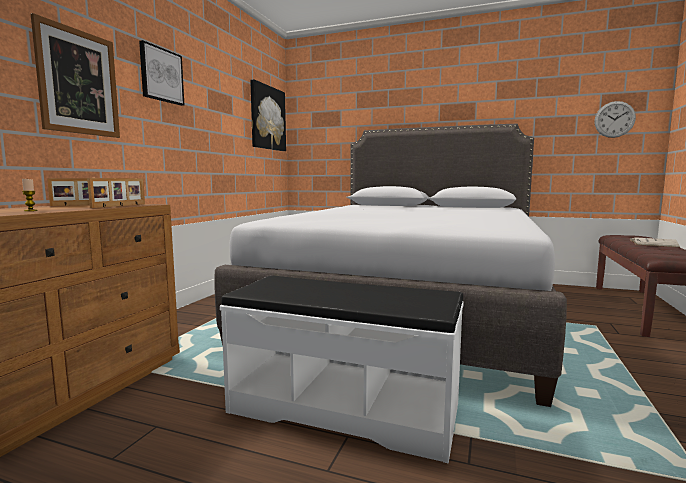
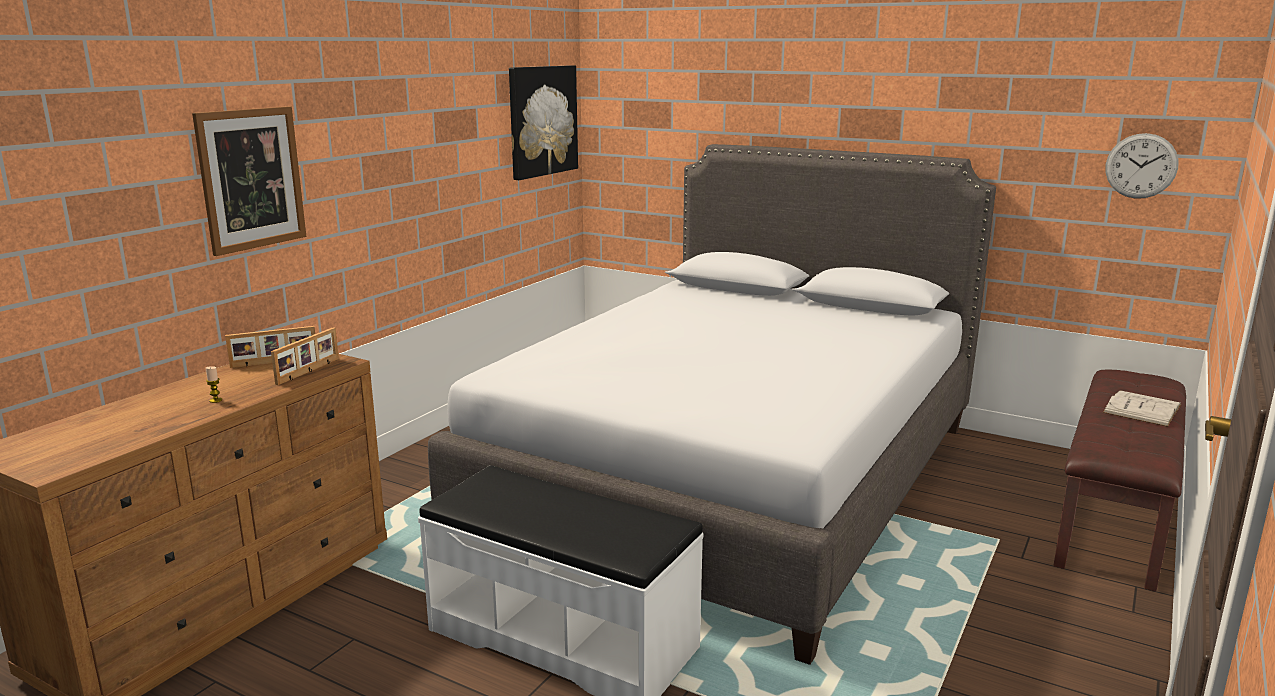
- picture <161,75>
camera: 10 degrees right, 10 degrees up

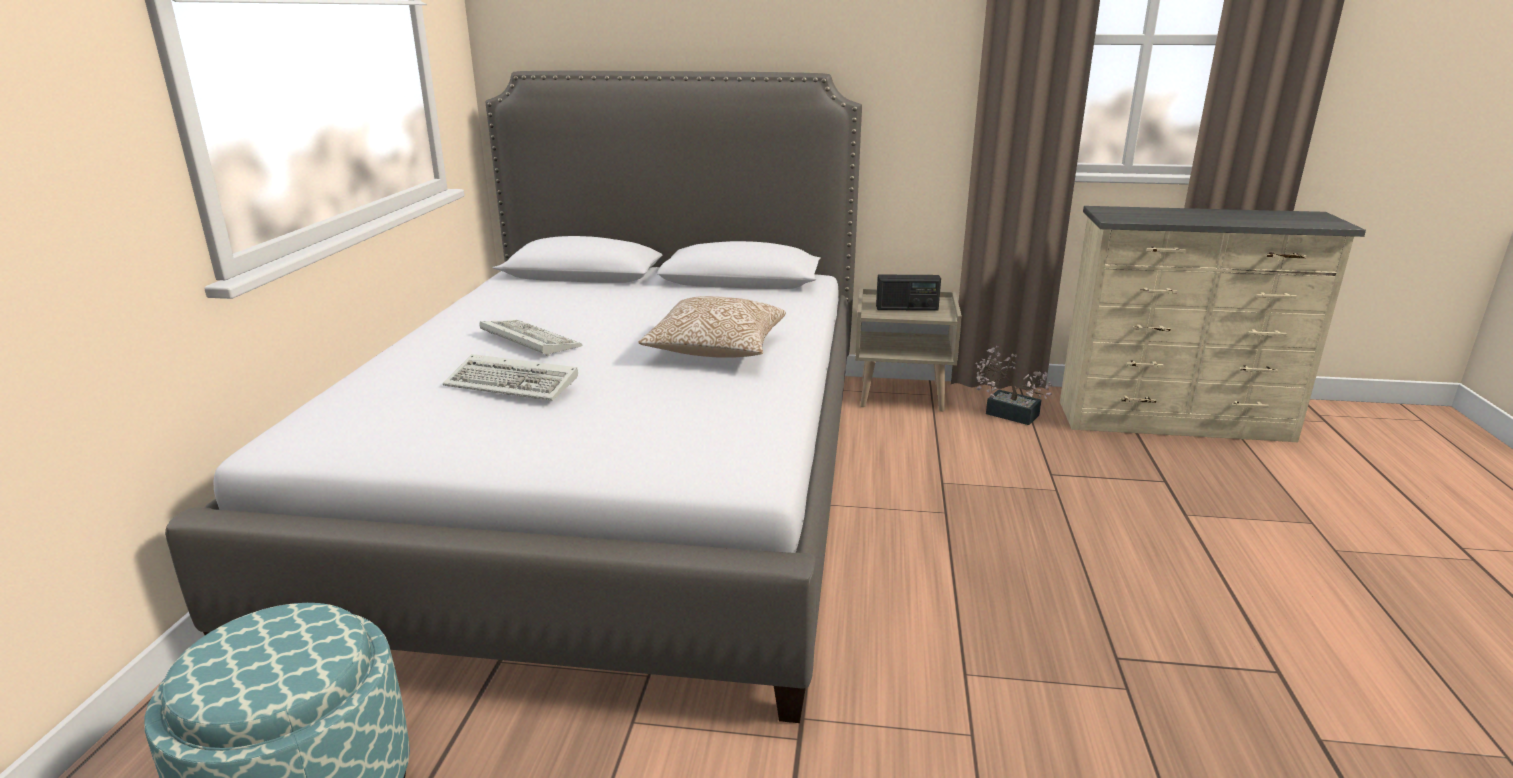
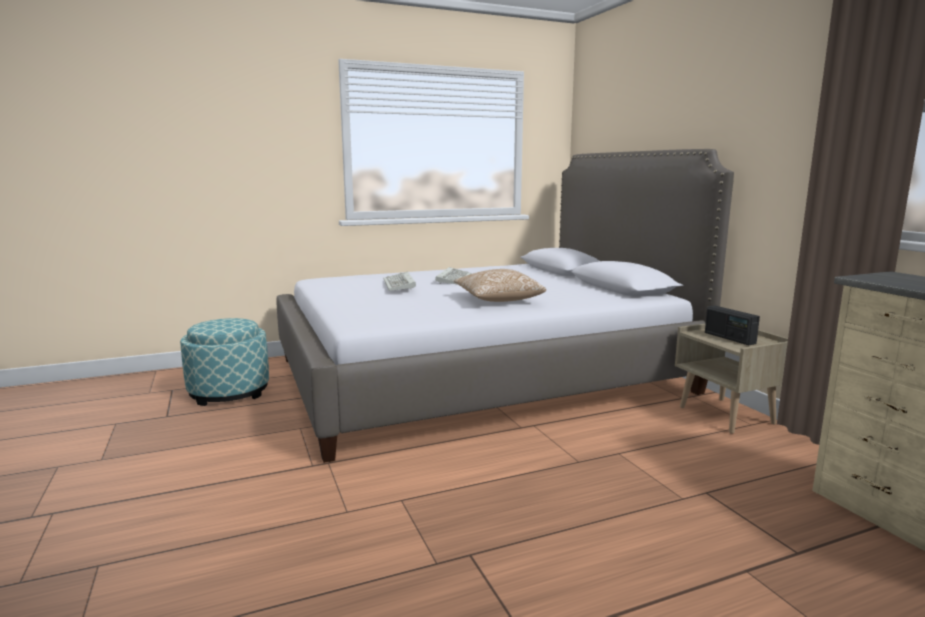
- potted plant <1006,412>
camera: 60 degrees right, 10 degrees down

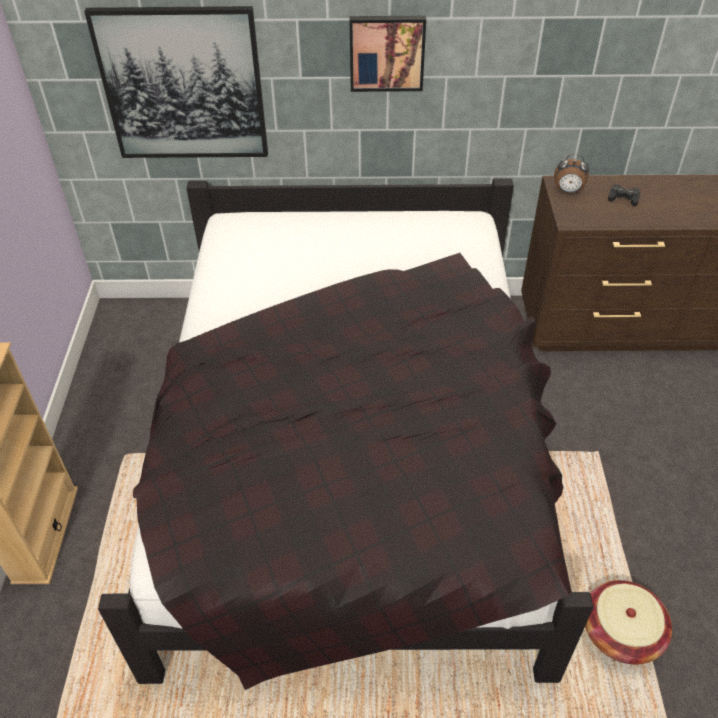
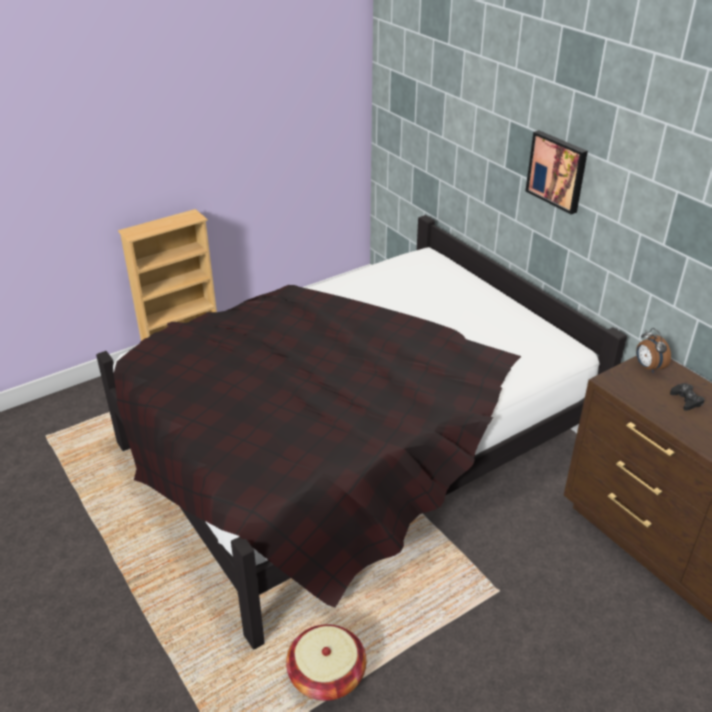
- picture <183,85>
camera: 55 degrees right, 10 degrees down

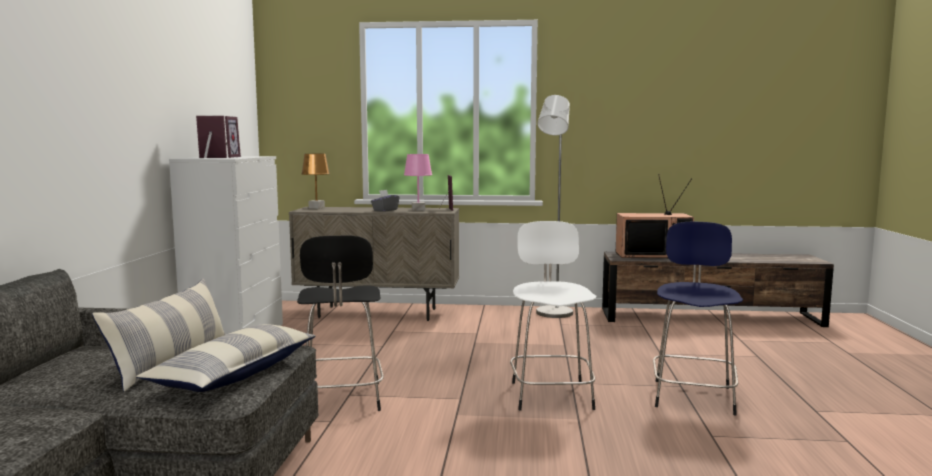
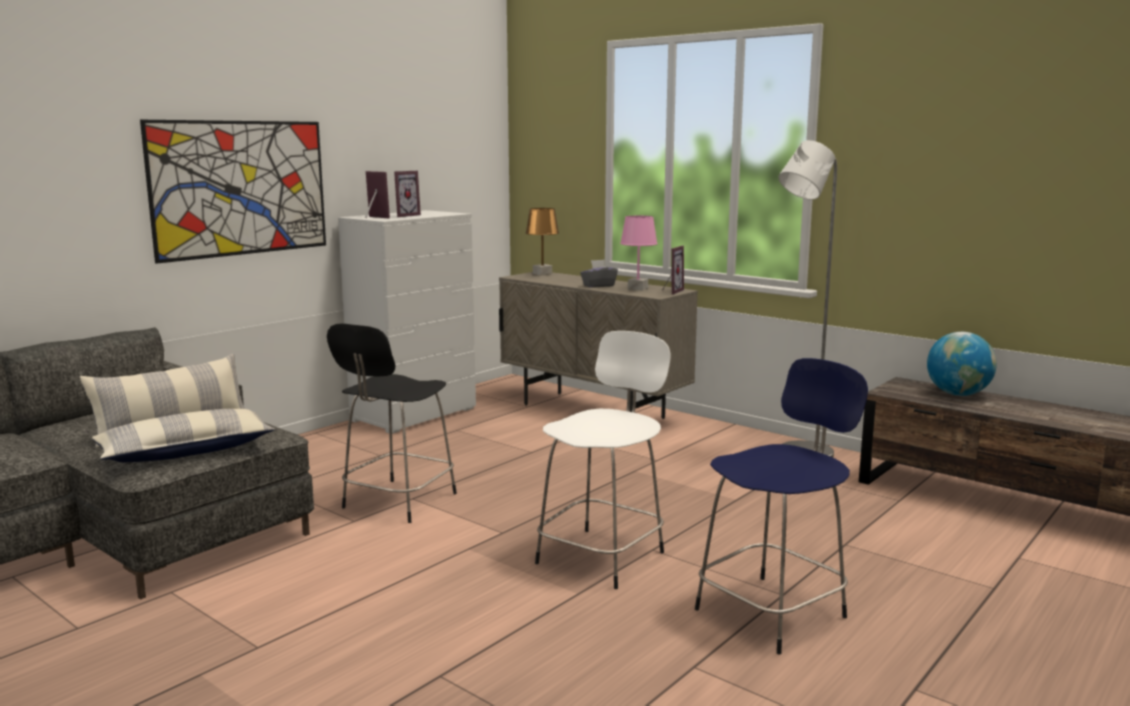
+ picture <241,188>
~ television <653,255> to globe <958,394>
camera: 35 degrees right, 5 degrees up

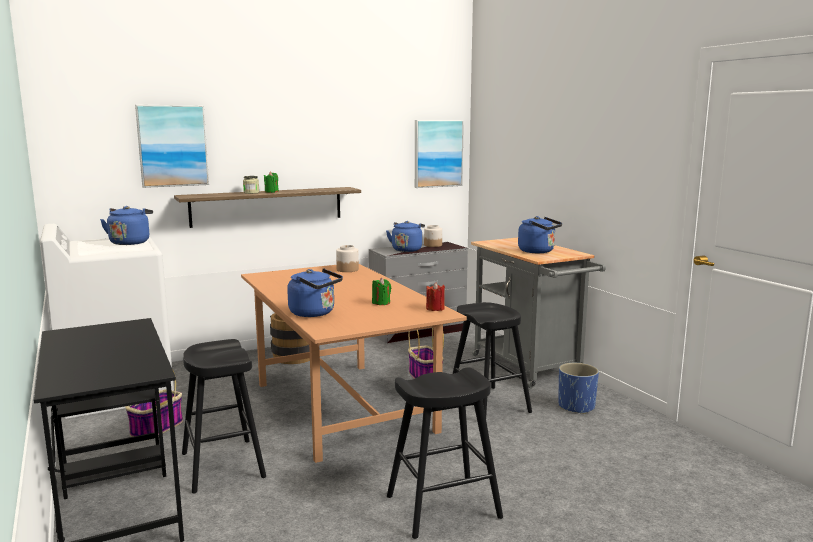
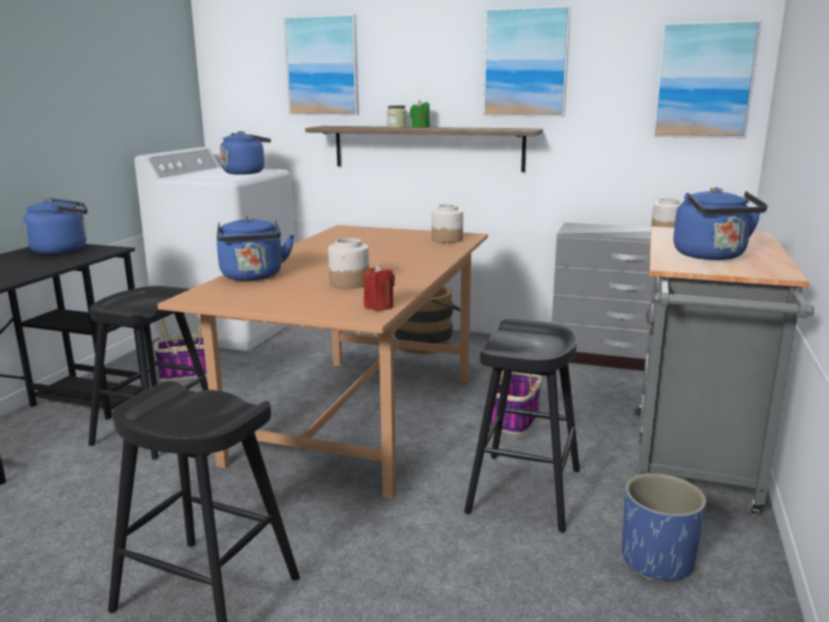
+ picture <526,63>
~ blue kettle <407,249> to <63,250>
~ green candle <381,303> to jar <349,283>
camera: 45 degrees right, 5 degrees up

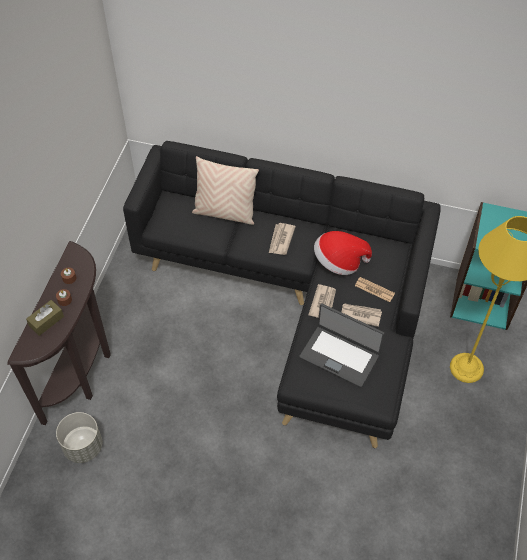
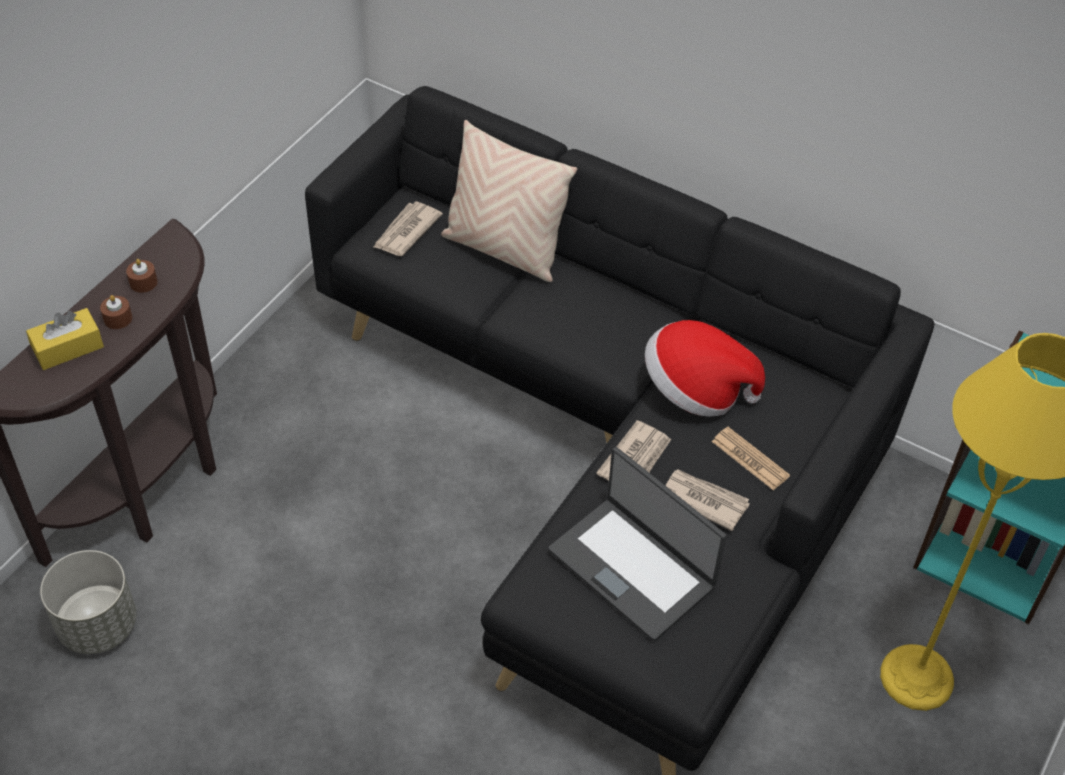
~ newspaper <281,240> to <406,231>
~ brown tissue box <46,321> to yellow tissue box <68,348>
camera: 15 degrees right, 5 degrees down

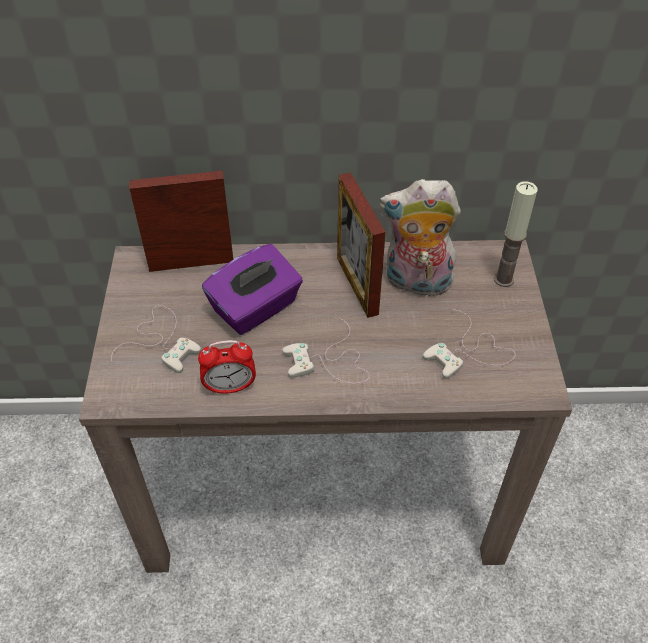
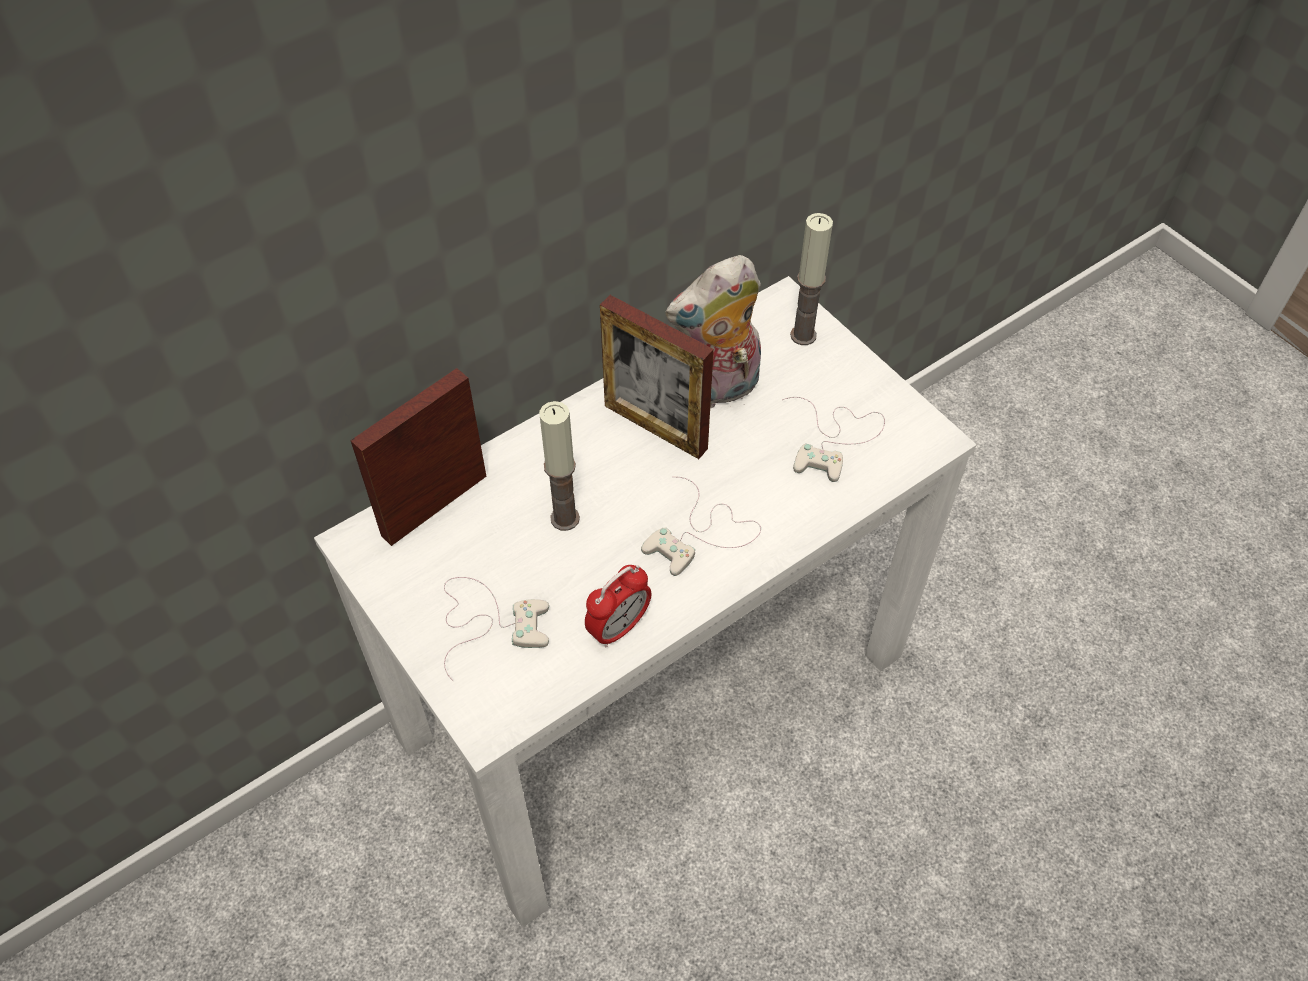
~ purple tissue box <256,308> to candle <565,518>
~ brown console table <325,488> to white console table <655,694>
camera: 35 degrees left, 5 degrees up

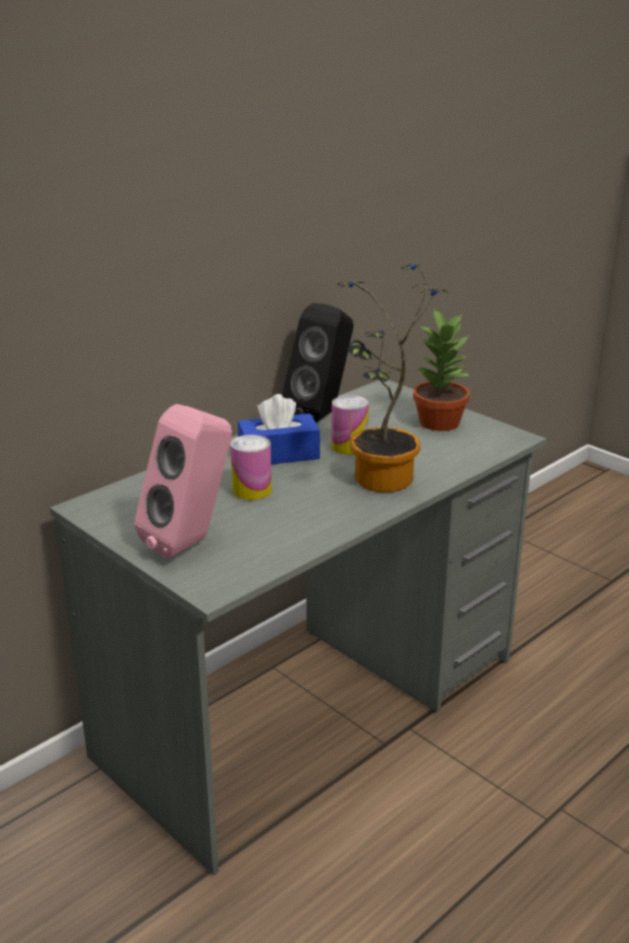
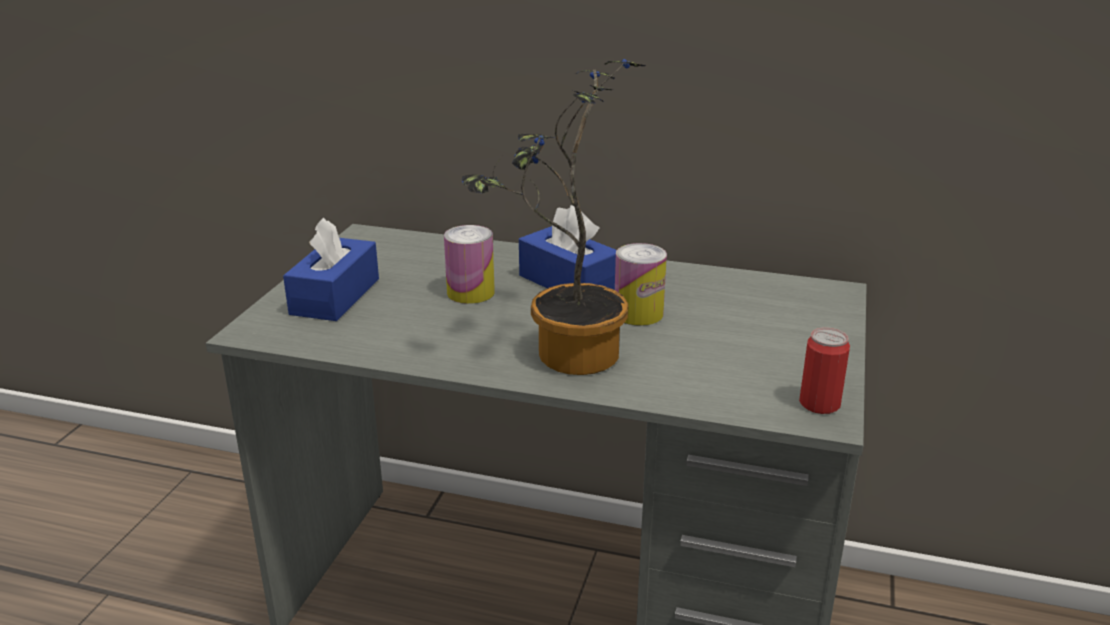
- black speaker <322,415>
- potted plant <439,422>
+ can <819,404>
~ pink speaker <192,542> to blue tissue box <335,296>
camera: 60 degrees right, 0 degrees up

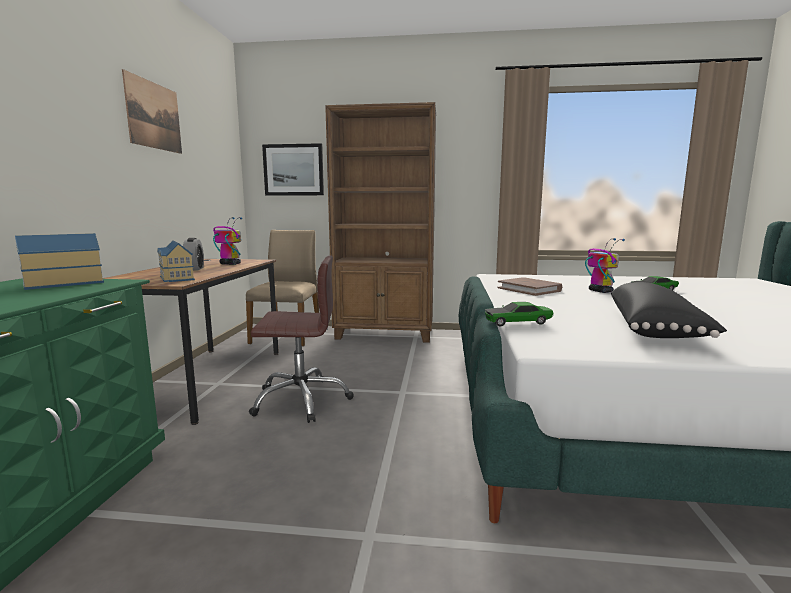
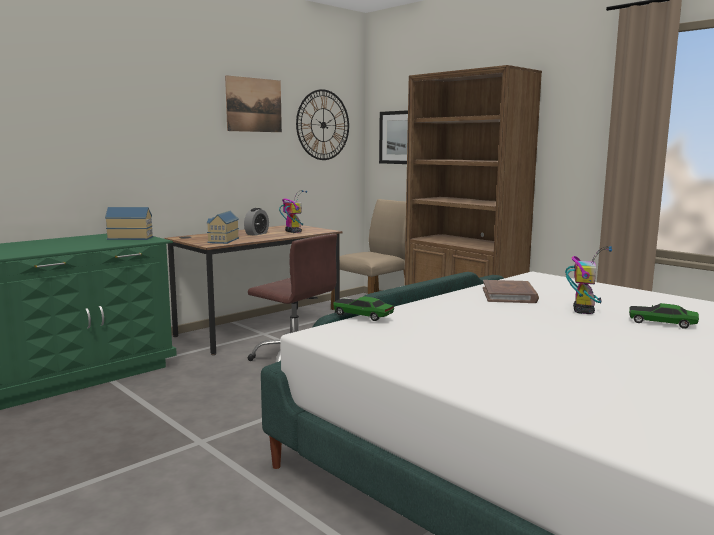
- black pillow <655,329>
+ wall clock <323,125>
camera: 40 degrees right, 0 degrees up

